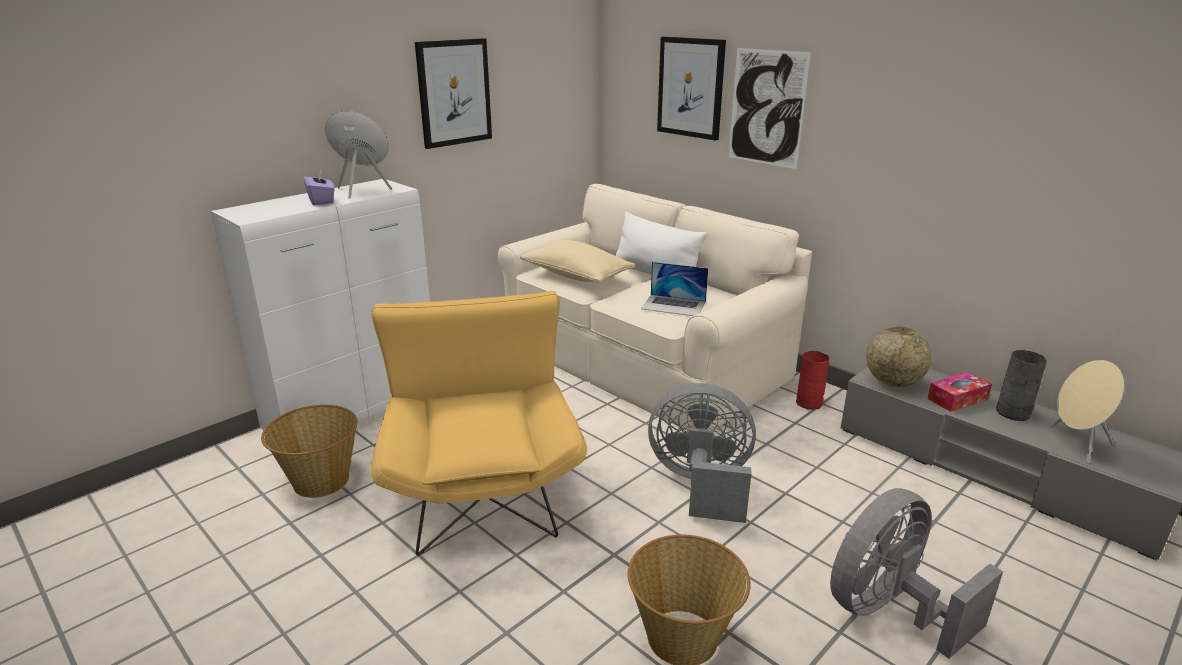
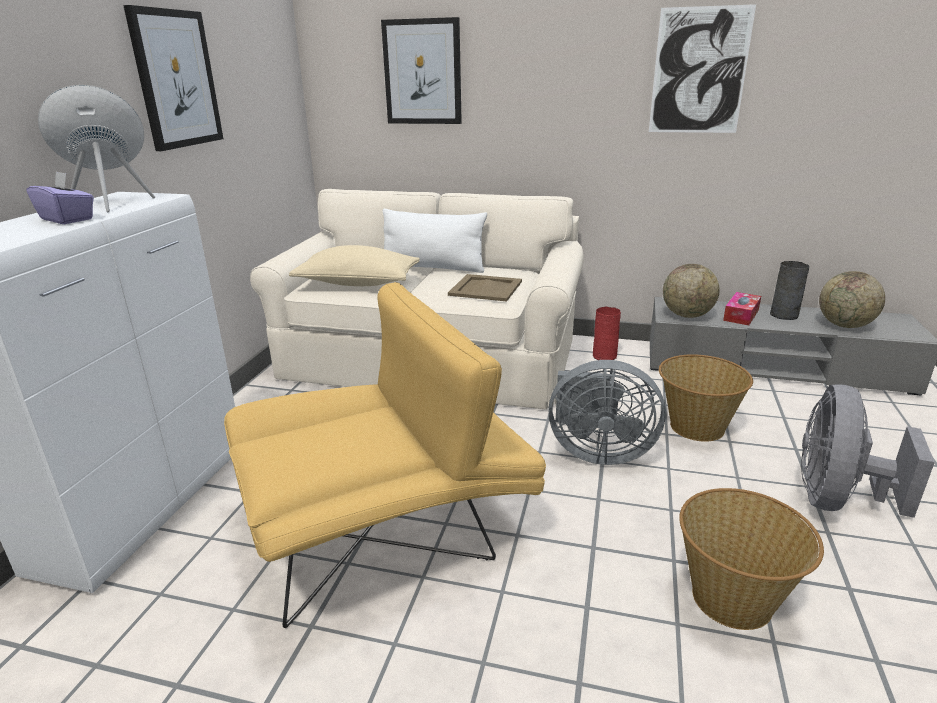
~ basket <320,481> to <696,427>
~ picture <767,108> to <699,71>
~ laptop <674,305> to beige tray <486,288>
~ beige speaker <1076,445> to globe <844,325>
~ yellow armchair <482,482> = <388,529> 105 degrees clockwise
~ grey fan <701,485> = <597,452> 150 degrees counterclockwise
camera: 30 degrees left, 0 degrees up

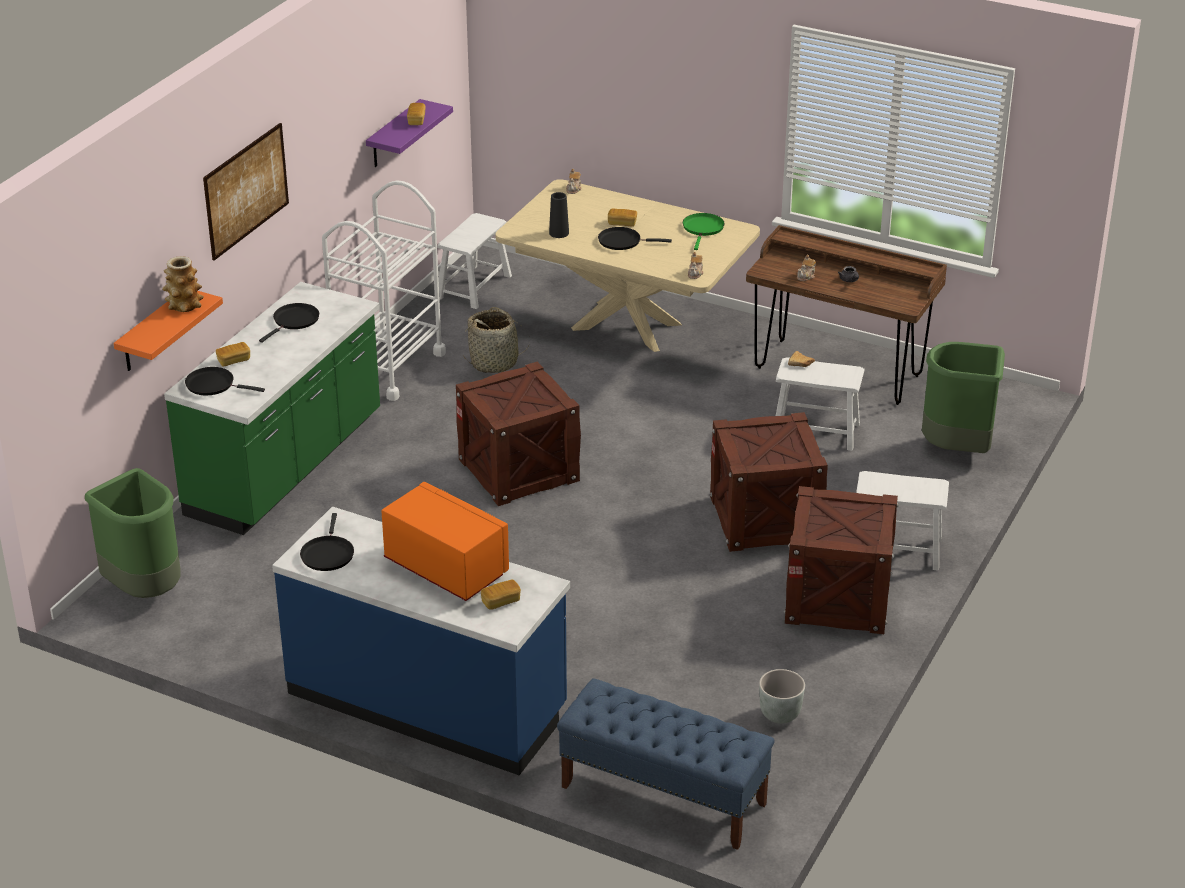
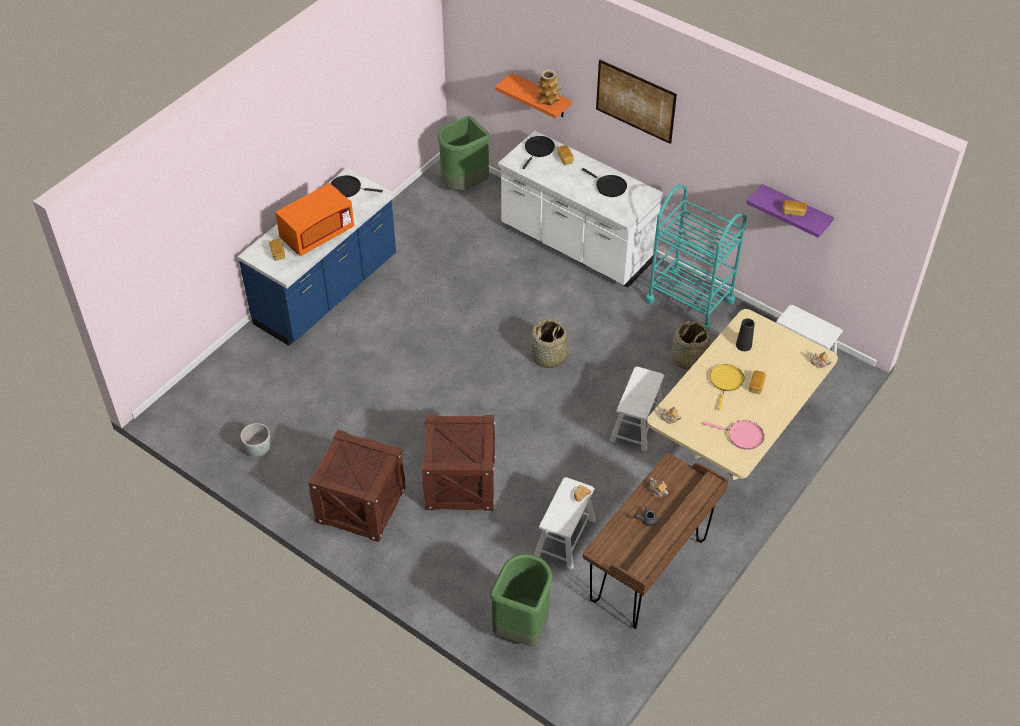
- blue bench <662,795>
~ white stool <896,549> to <636,424>
~ crate <519,470> to basket <549,357>
~ green counter <286,466> to white counter <576,245>
~ white cart <387,367> to turquoise cart <690,301>
~ black frying pan <622,241> to yellow frying pan <726,381>
~ green frying pan <703,229> to pink frying pan <742,436>
camera: 100 degrees right, 15 degrees up

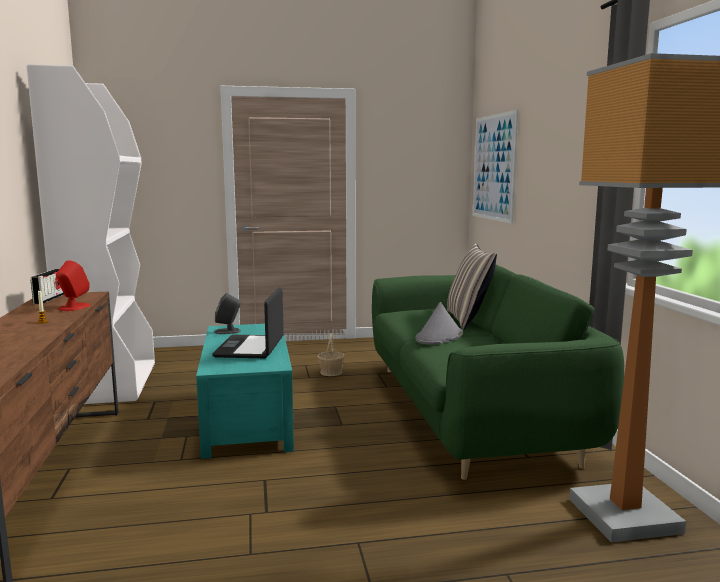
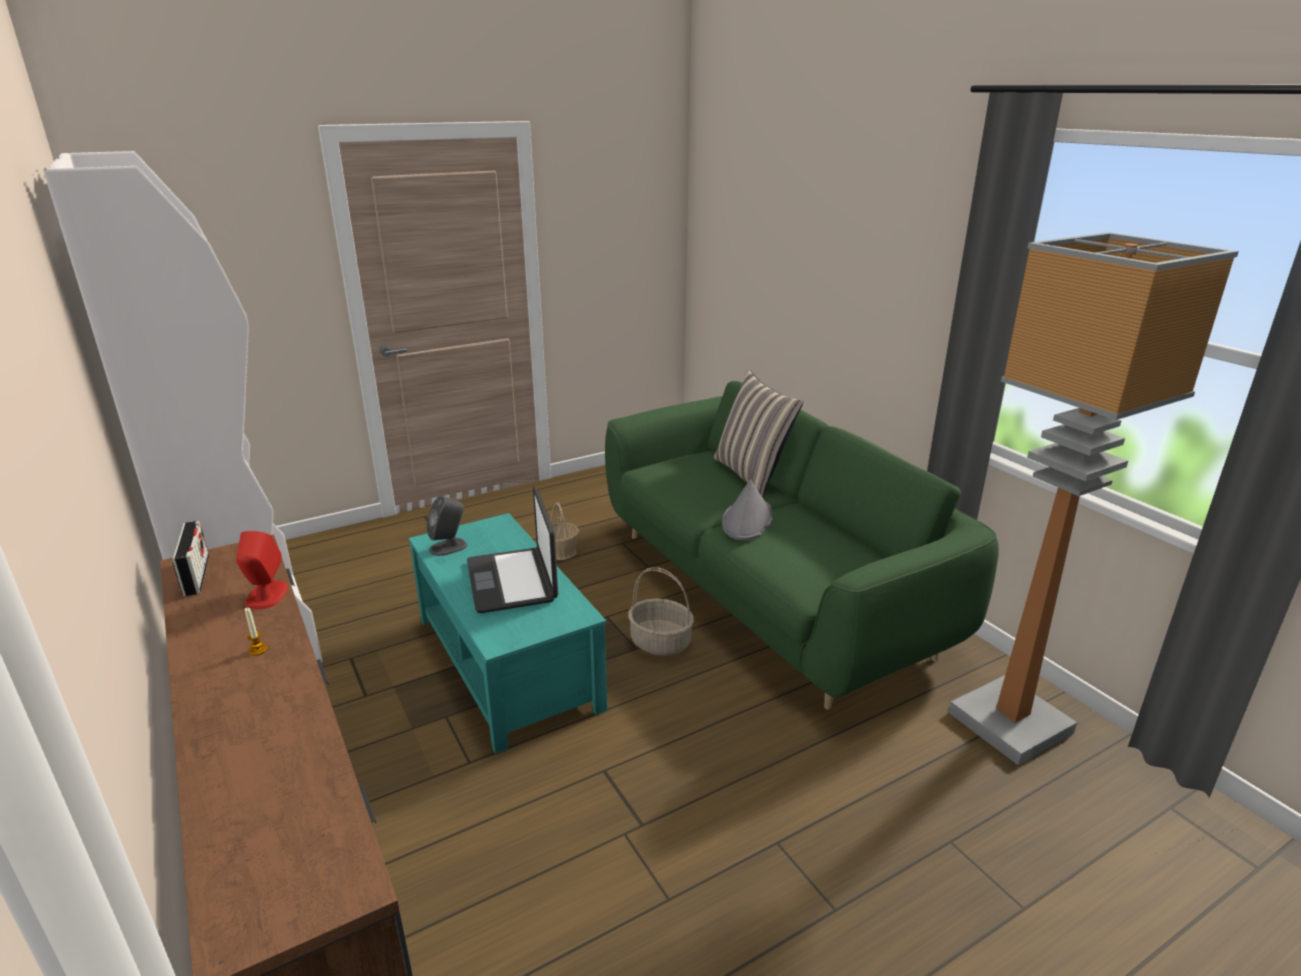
- picture <493,167>
+ basket <661,642>
camera: 20 degrees left, 15 degrees up

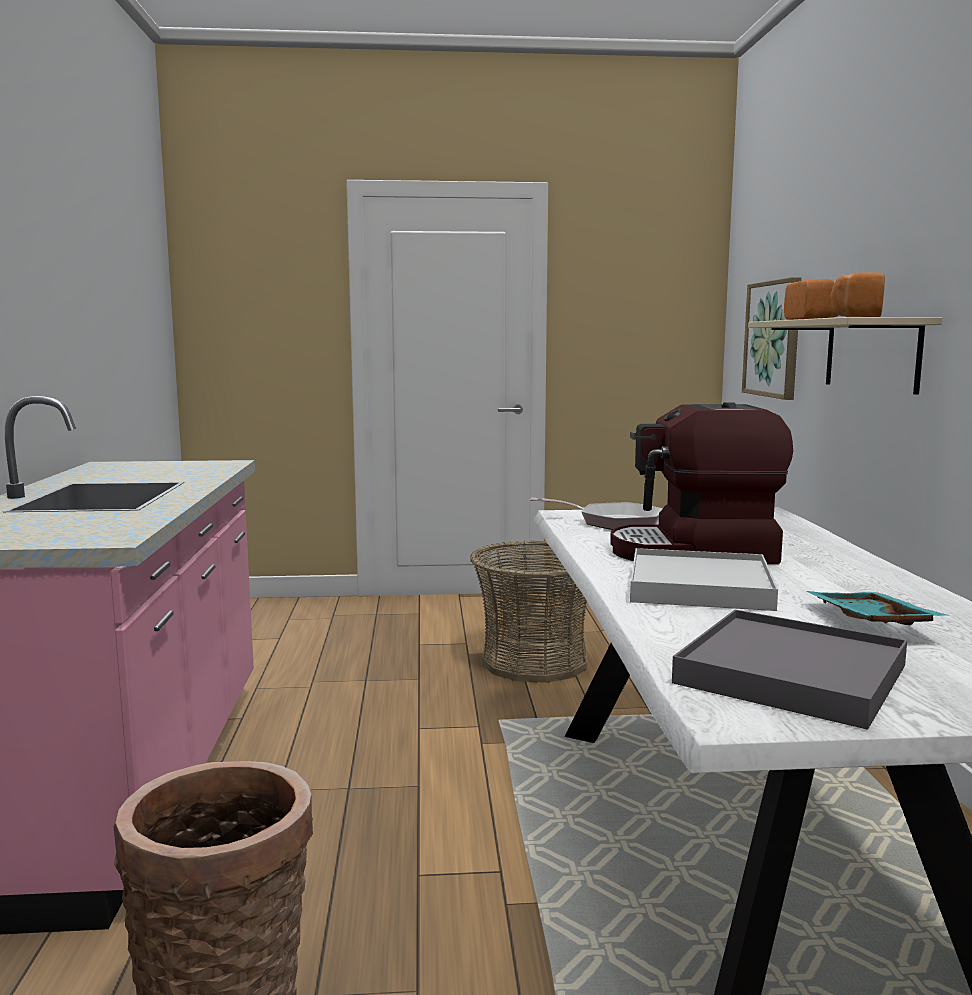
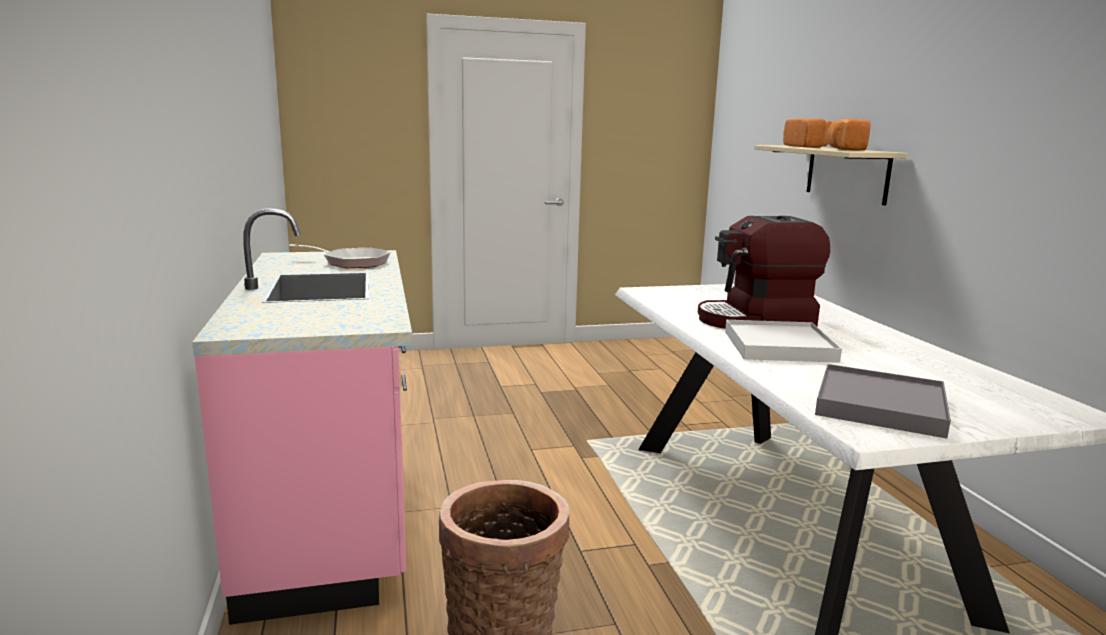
- basket <534,662>
- picture <773,339>
- turquoise tray <867,623>
~ frying pan <613,522> to <352,262>
camera: 10 degrees left, 5 degrees up

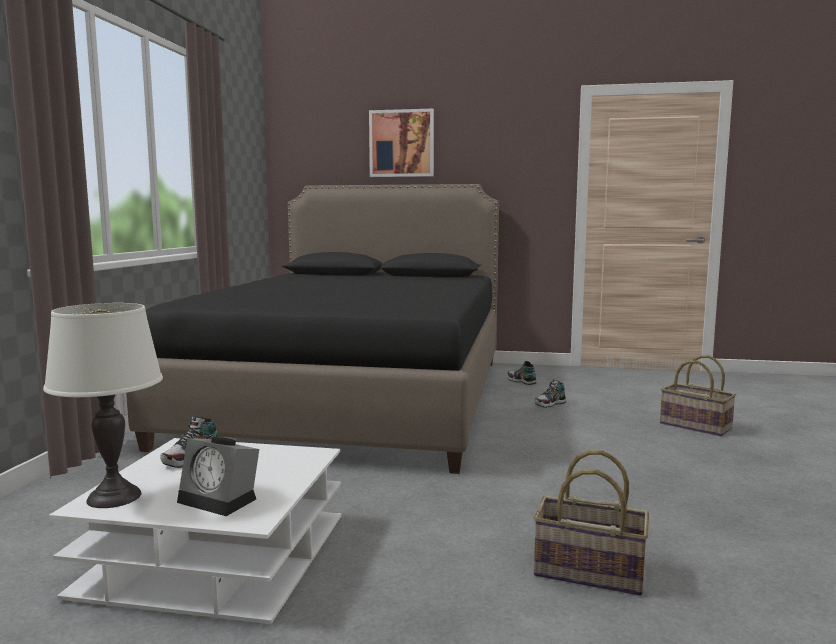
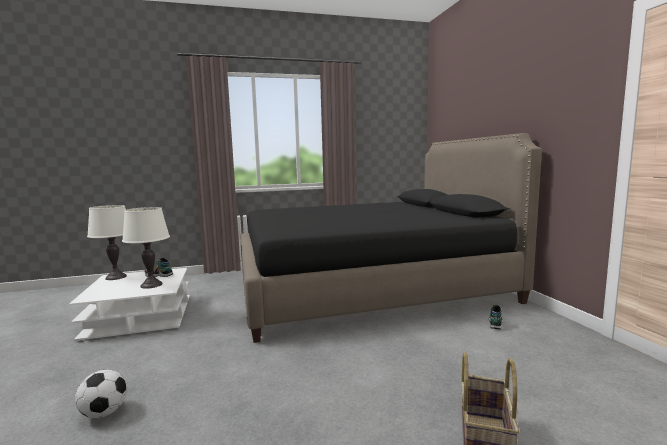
- alarm clock <221,499>
- picture <401,143>
- shoe <550,404>
+ white table lamp <151,285>
~ basket <588,573> to football <104,413>
camera: 65 degrees right, 0 degrees up

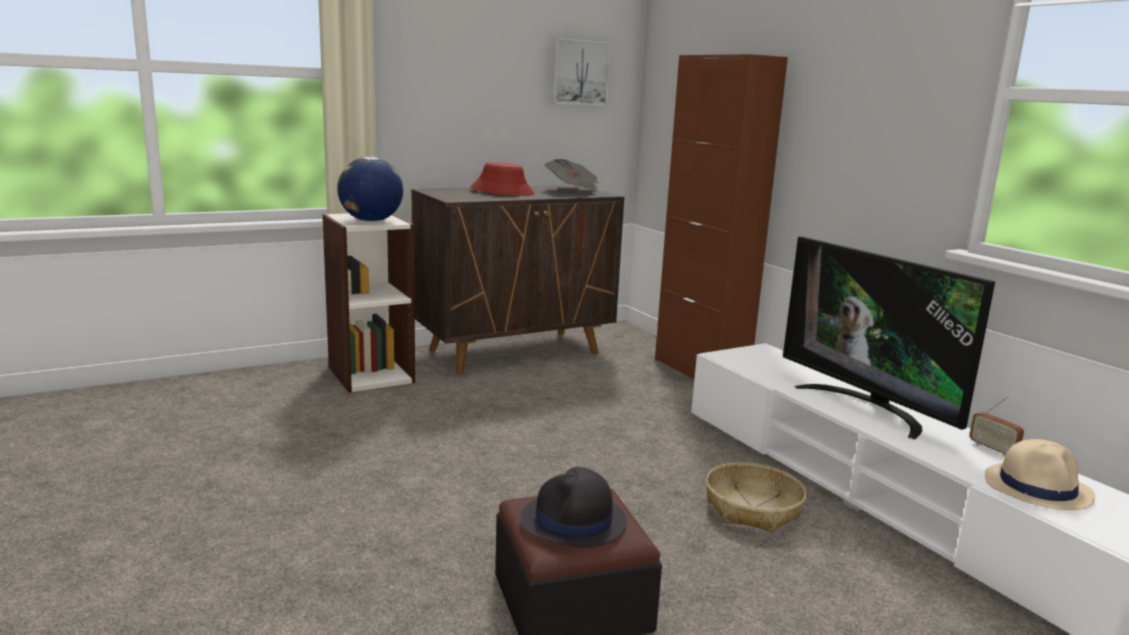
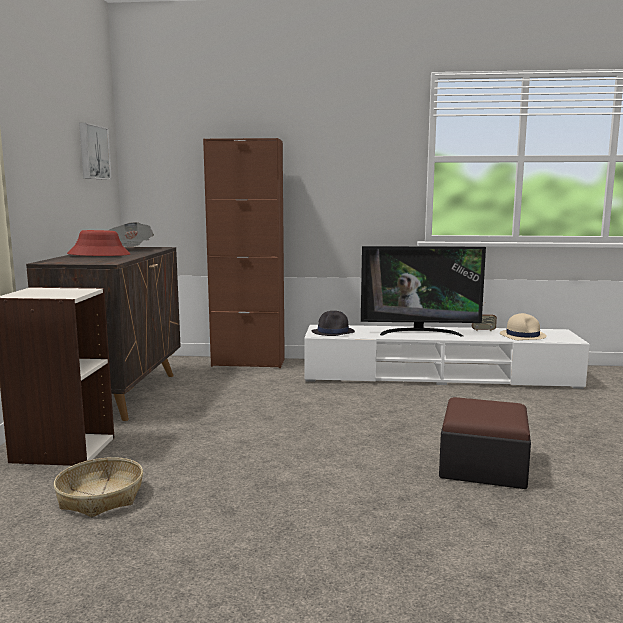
- globe <371,221>
~ black hat <573,521> to <333,332>
~ basket <752,509> to <100,497>
camera: 55 degrees left, 5 degrees down

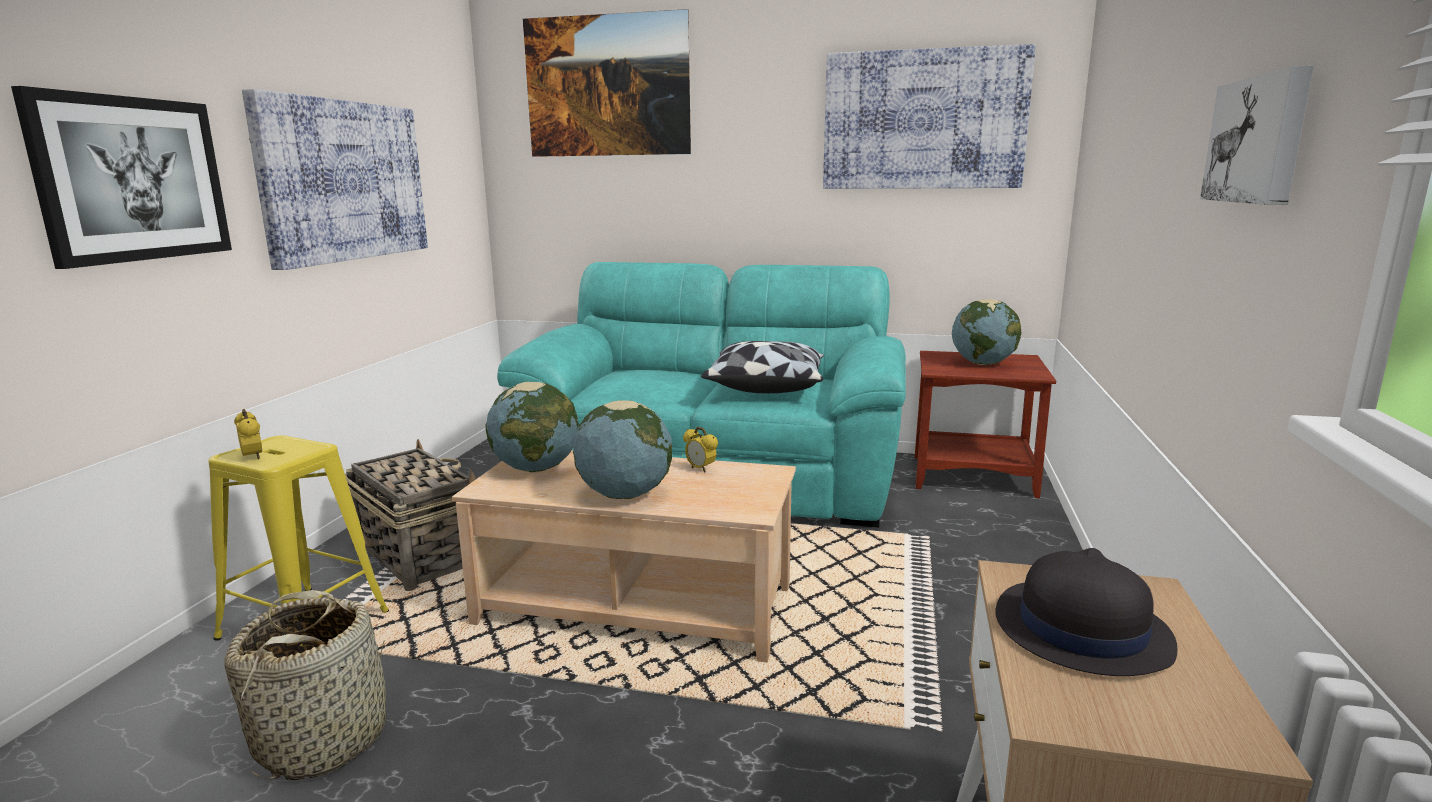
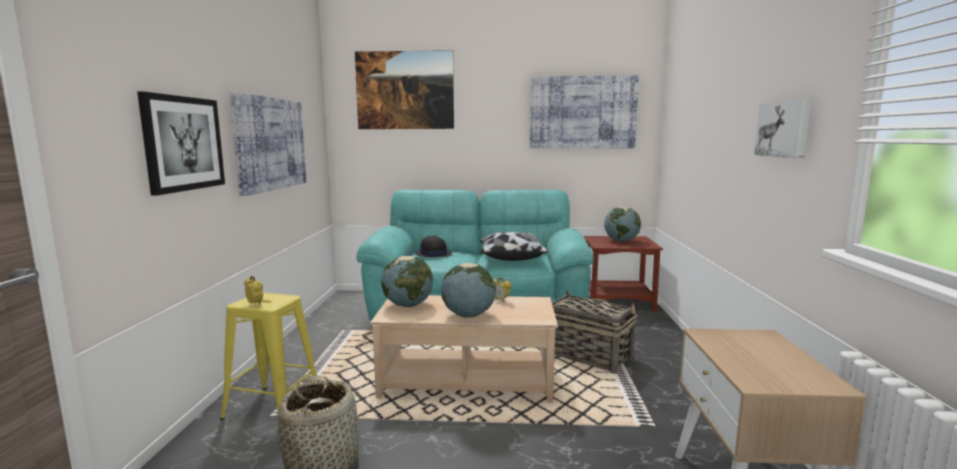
~ basket <420,554> to <586,355>
~ black hat <1080,629> to <433,254>
camera: 10 degrees left, 5 degrees down

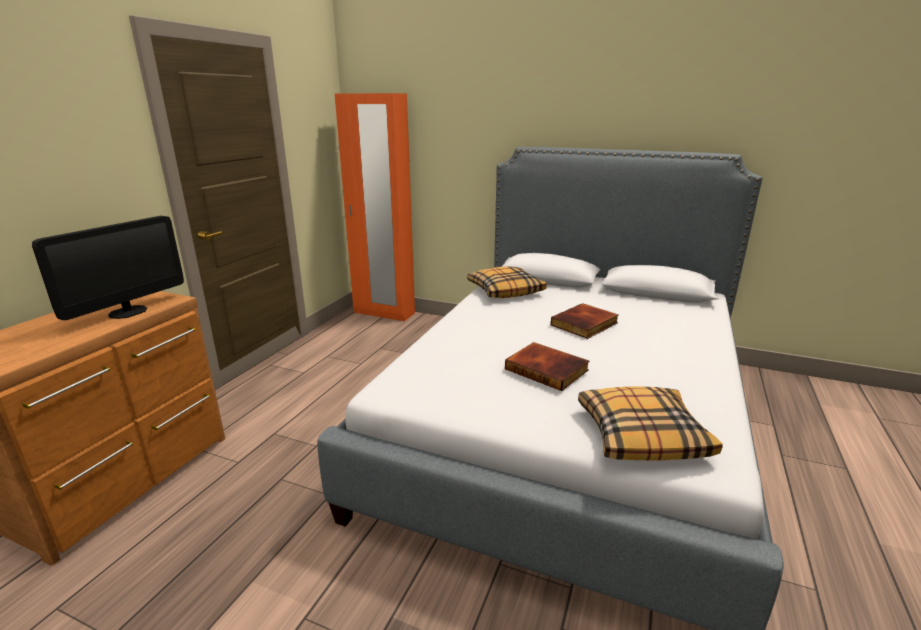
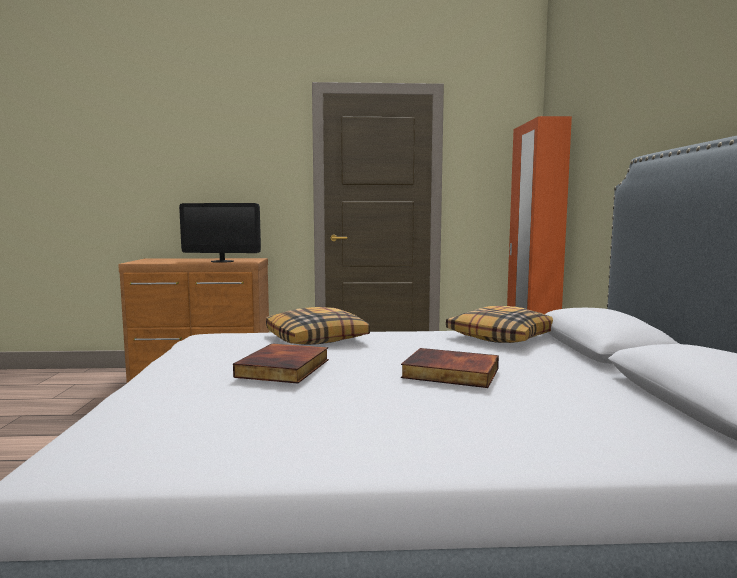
~ pillow <641,434> to <317,339>
camera: 65 degrees right, 15 degrees down

